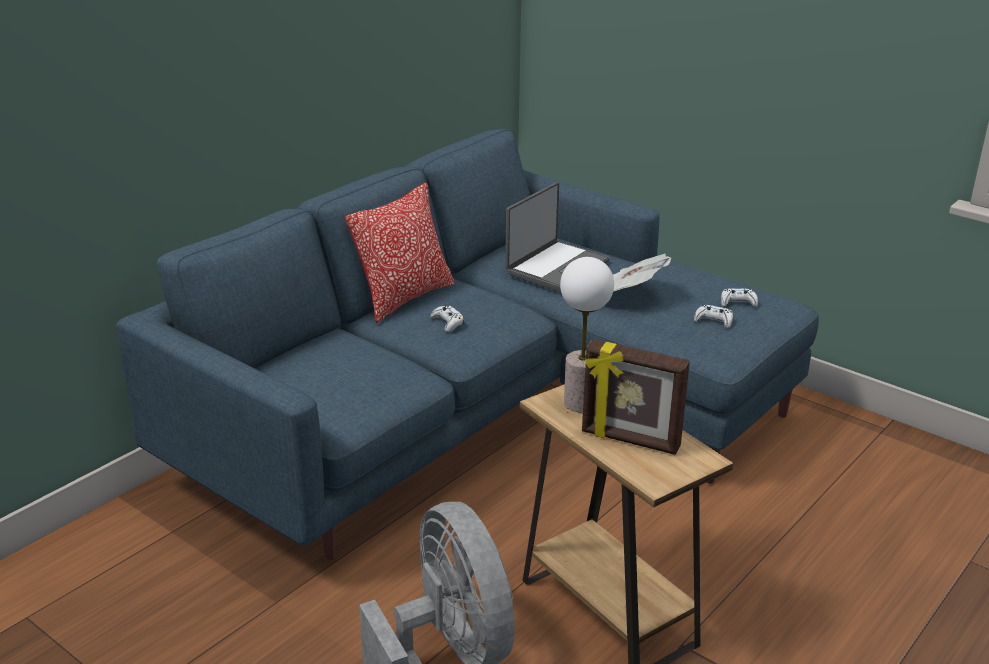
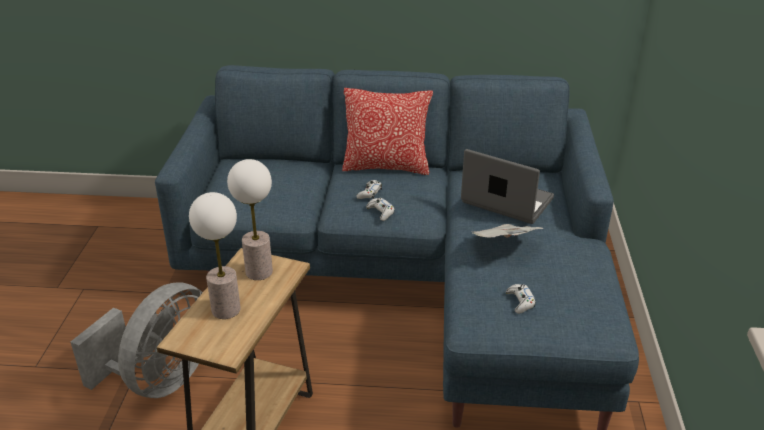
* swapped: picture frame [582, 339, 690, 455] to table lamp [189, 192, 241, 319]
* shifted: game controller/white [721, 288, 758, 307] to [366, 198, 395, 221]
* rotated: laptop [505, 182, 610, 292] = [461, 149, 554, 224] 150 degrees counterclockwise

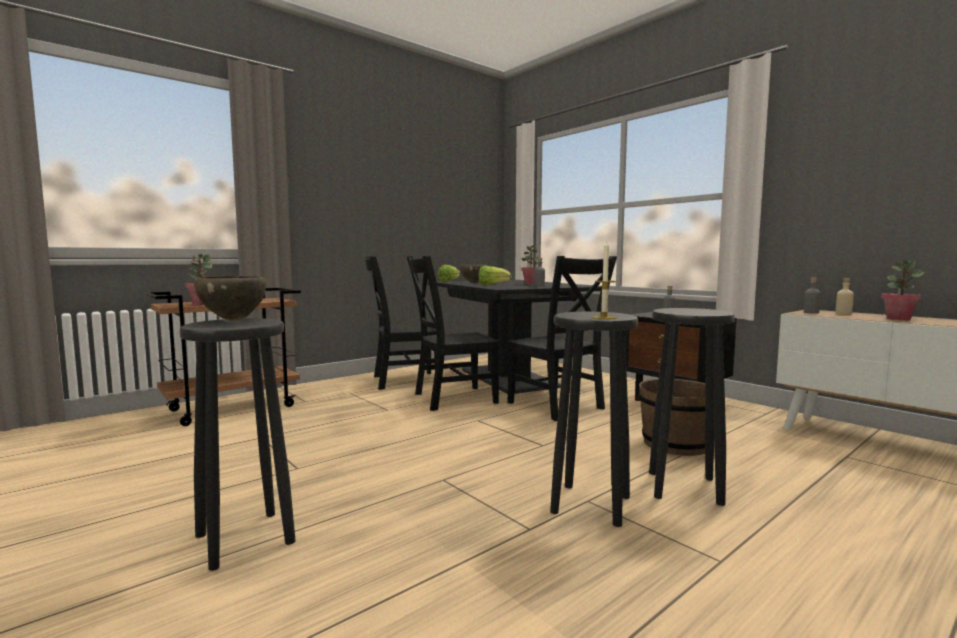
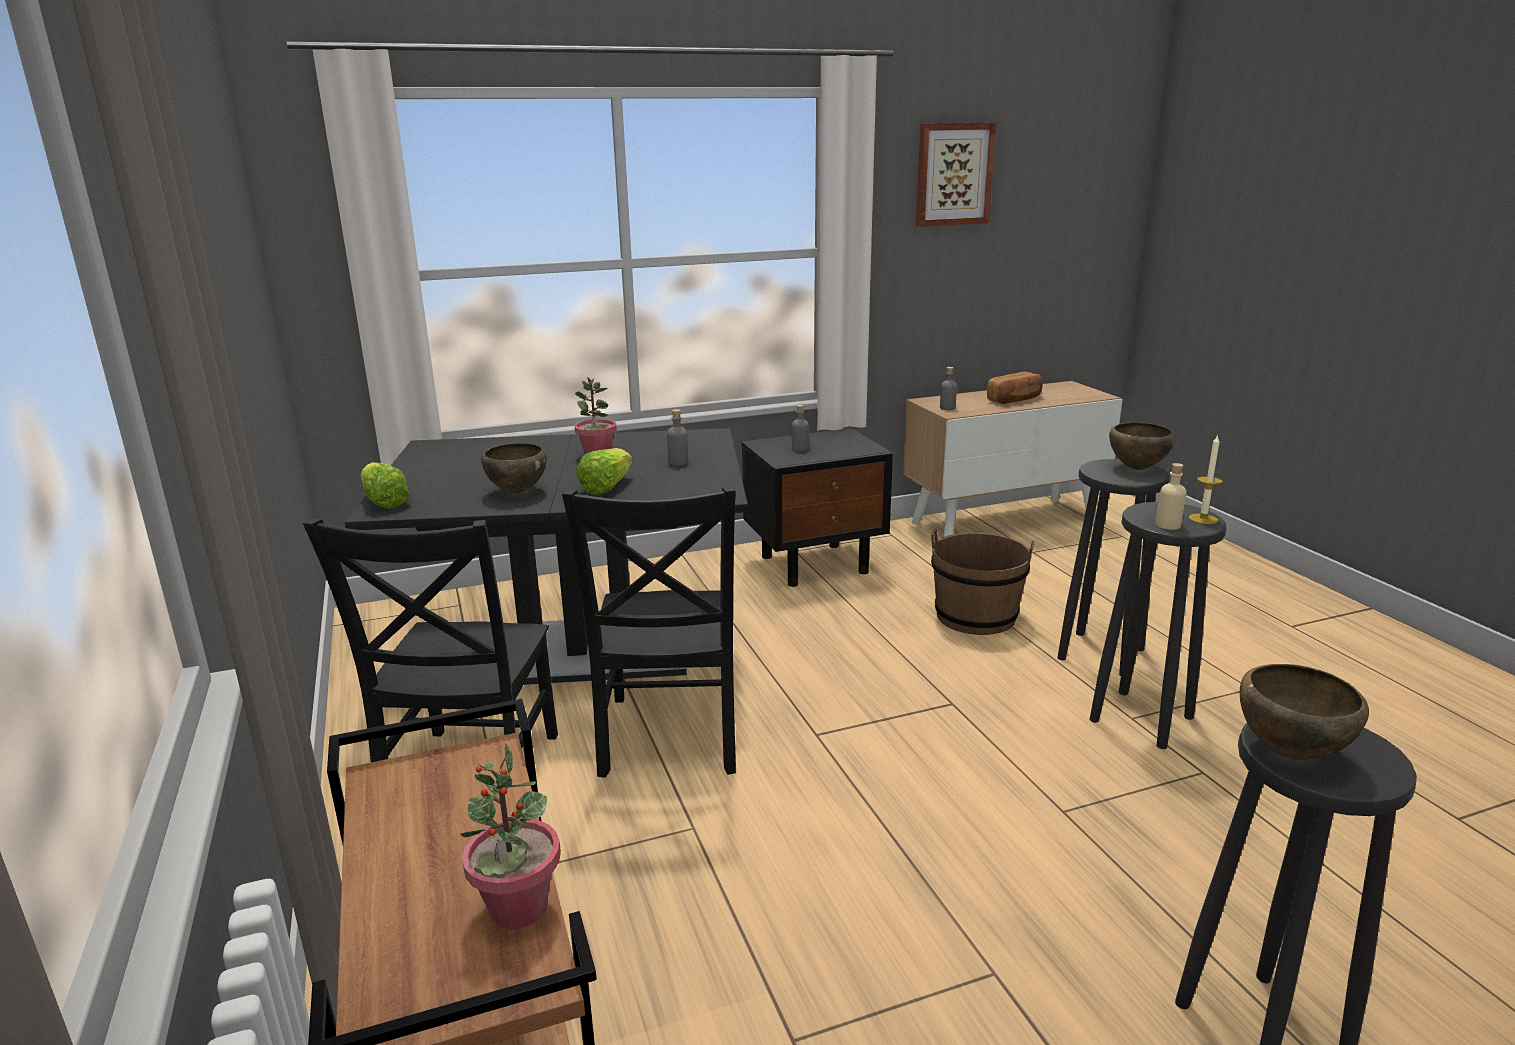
* new: picture [916, 122, 996, 227]
* swapped: potted plant [881, 260, 924, 320] to bread [987, 372, 1043, 404]
* new: bowl/brown [1109, 422, 1175, 470]
* shifted: bottle/beige [835, 278, 854, 315] to [1155, 463, 1187, 530]
* gone: chair/black [507, 256, 617, 421]

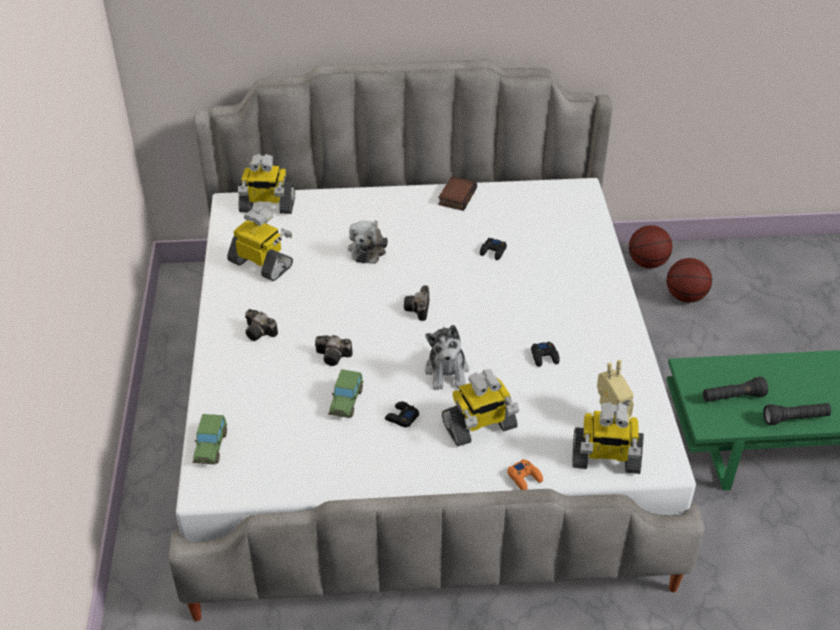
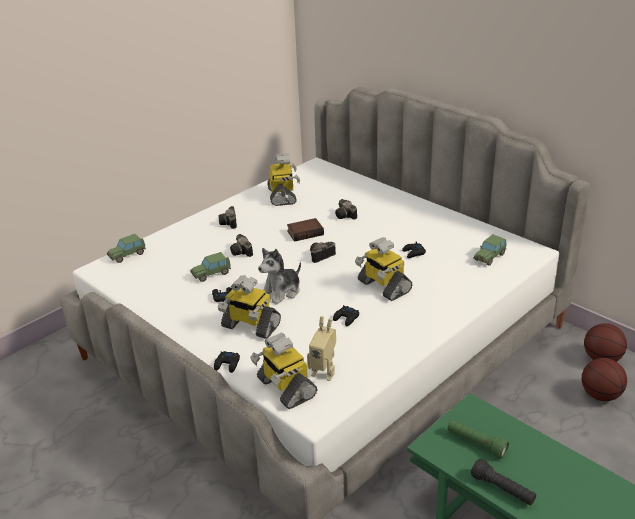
* repainted: game controller/orange [507, 459, 543, 490] to game controller/black [214, 351, 240, 373]
* shifted: book [438, 176, 477, 211] to [287, 218, 324, 242]
* swapped: plush toy [348, 220, 388, 264] to photo camera [335, 199, 357, 220]
* shifted: toy robot [238, 154, 295, 214] to [355, 237, 412, 301]
* repainted: flashlight/black [703, 377, 768, 402] to flashlight/green [447, 419, 509, 458]
* new: toy car [473, 234, 507, 266]

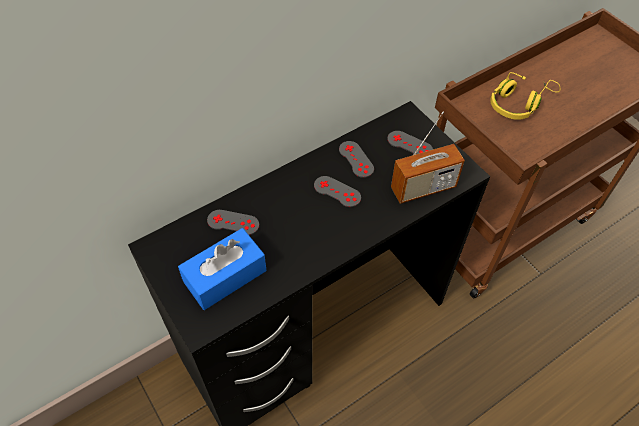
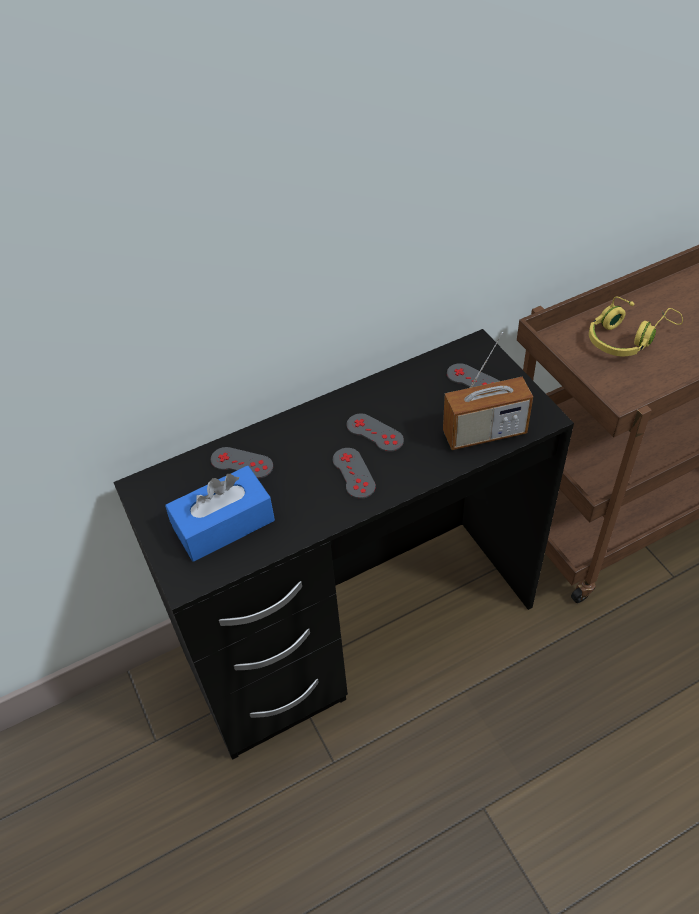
* shifted: game controller/grey [339, 141, 374, 178] to [333, 448, 376, 499]

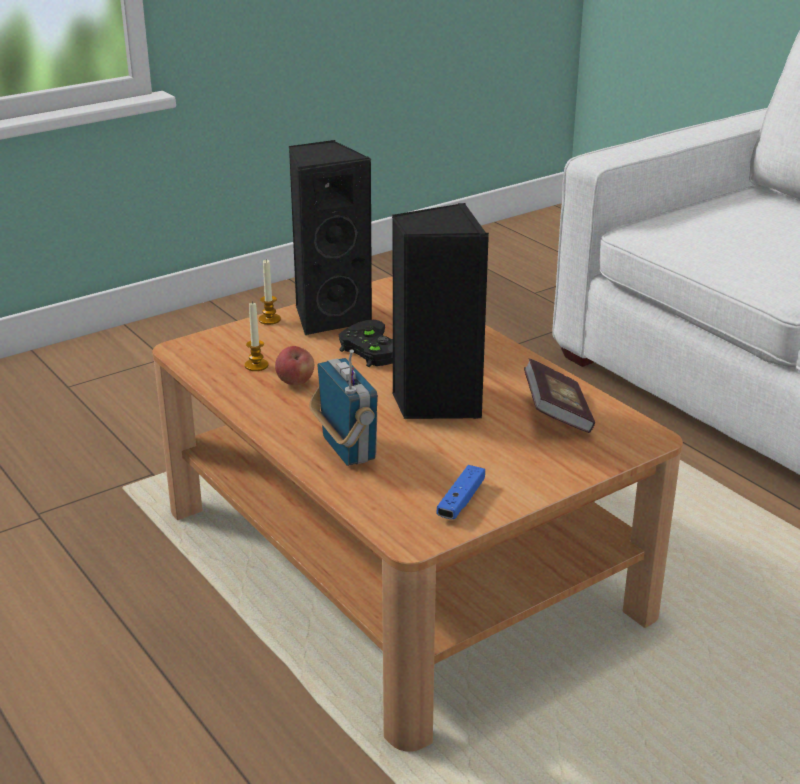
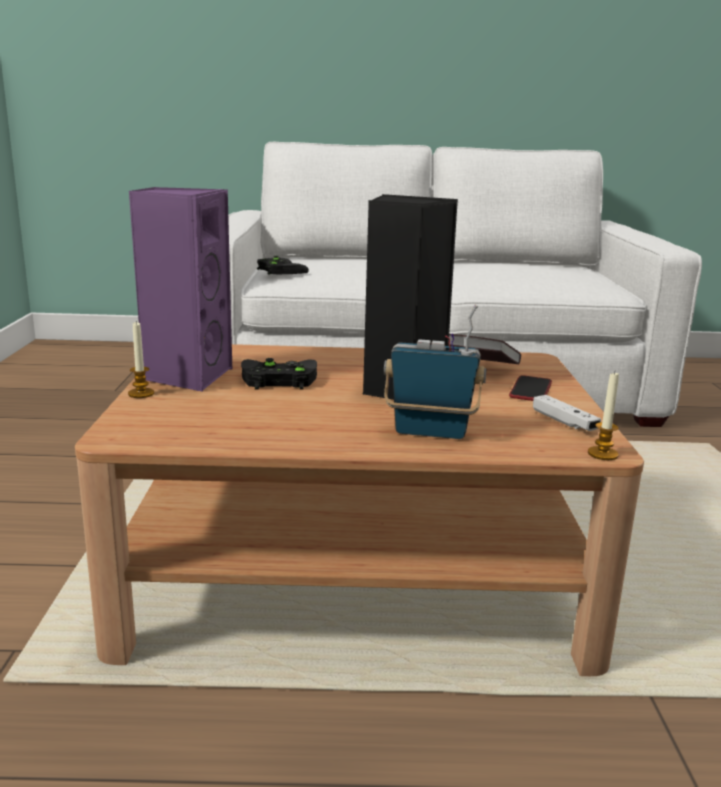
* repainted: speaker/black [289, 140, 372, 335] to speaker/purple [129, 187, 233, 392]
* new: game controller/black [257, 256, 309, 275]
* new: phone [509, 375, 552, 401]
* repainted: game controller/blue [436, 465, 485, 519] to game controller/white [533, 395, 601, 431]
* shifted: candle [245, 301, 269, 371] to [588, 372, 619, 460]
* gone: apple [275, 346, 314, 385]

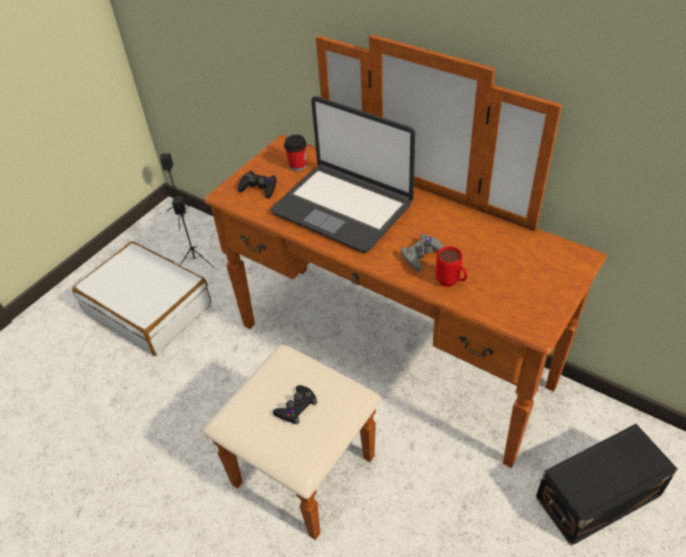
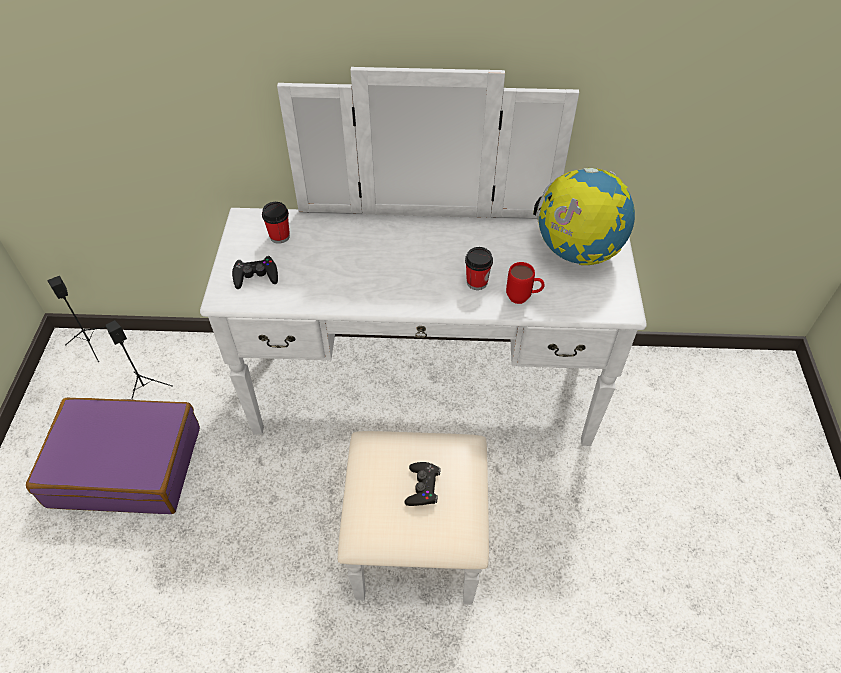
* repainted: suitcase/white [72, 241, 211, 356] to suitcase/purple [26, 398, 200, 514]
* repainted: dresser/brown [203, 35, 607, 540] to dresser/white [200, 67, 646, 605]
* swapped: game controller/grey [401, 234, 444, 272] to cup [465, 247, 493, 290]
* new: globe [533, 168, 635, 265]
* gone: laptop [271, 96, 416, 253]
* gone: storage box/black [536, 424, 678, 546]

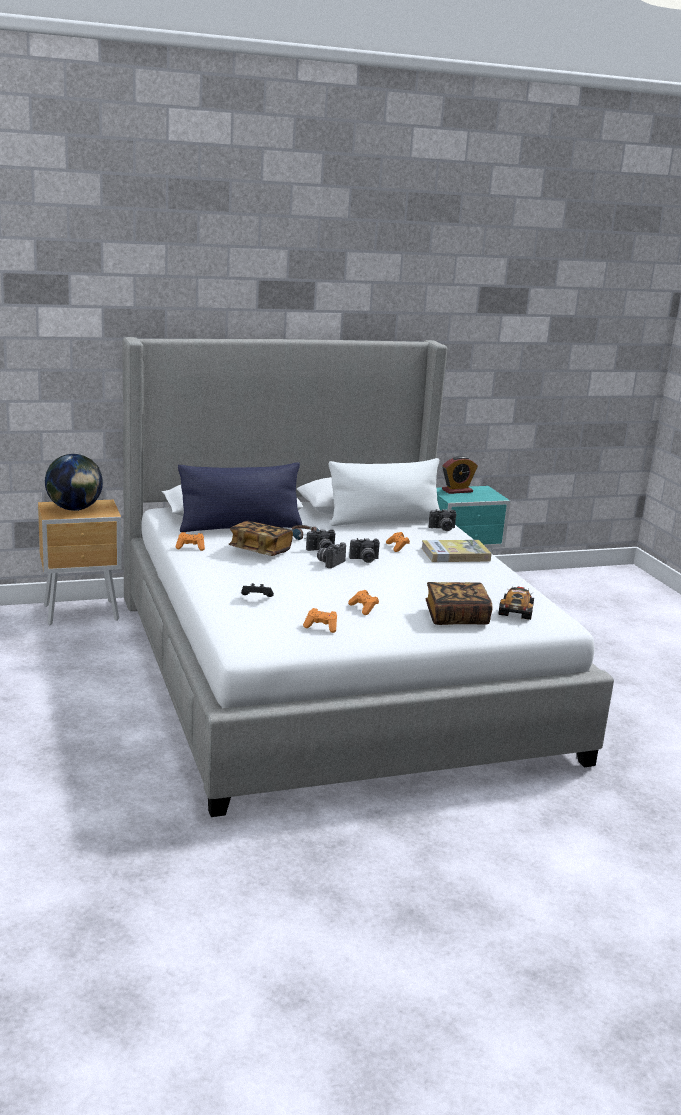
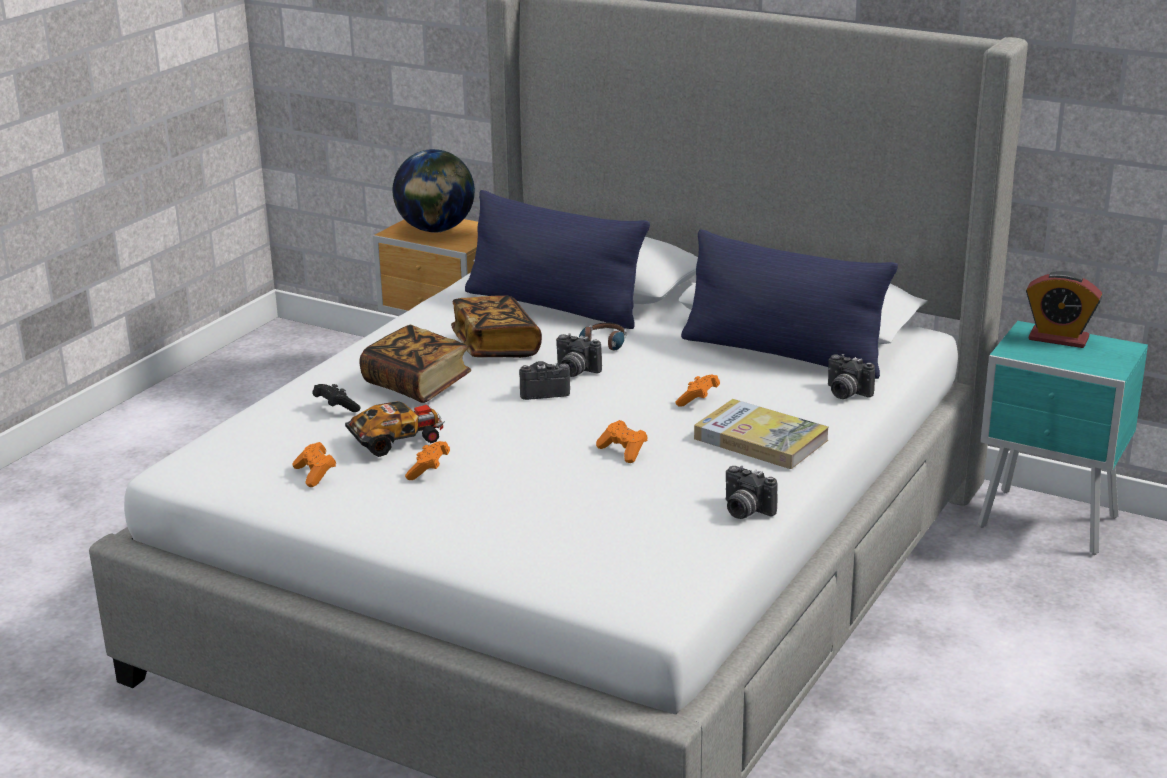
* shifted: toy car [499, 586, 534, 620] to [345, 401, 445, 457]
* shifted: book [426, 582, 493, 625] to [359, 325, 471, 403]
* shifted: game controller/orange [176, 532, 205, 551] to [596, 420, 648, 463]
* repainted: pillow/white [329, 458, 440, 526] to pillow/blue [681, 229, 898, 379]
* shifted: photo camera [349, 538, 380, 563] to [726, 466, 778, 519]

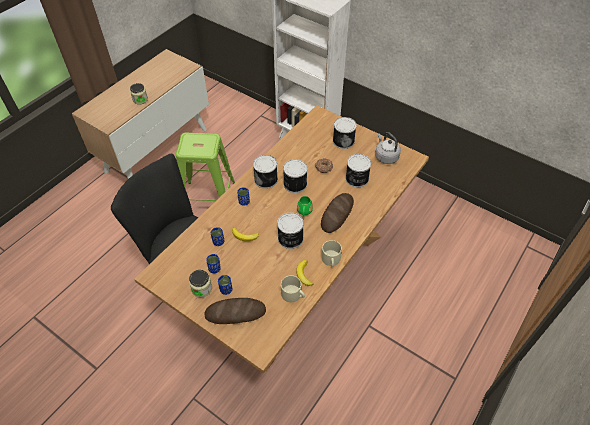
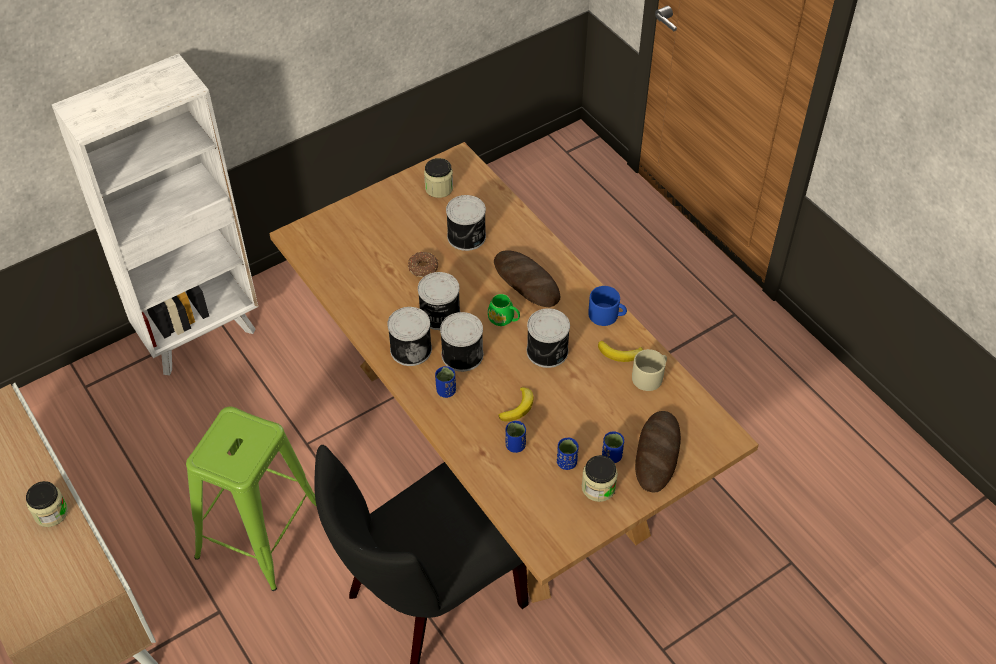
* swapped: kettle/grey [375, 132, 401, 164] to jar [424, 158, 453, 198]
* shifted: can [333, 117, 357, 149] to [440, 312, 483, 372]
* repainted: mug/beige [322, 240, 342, 267] to mug/blue [588, 286, 627, 326]

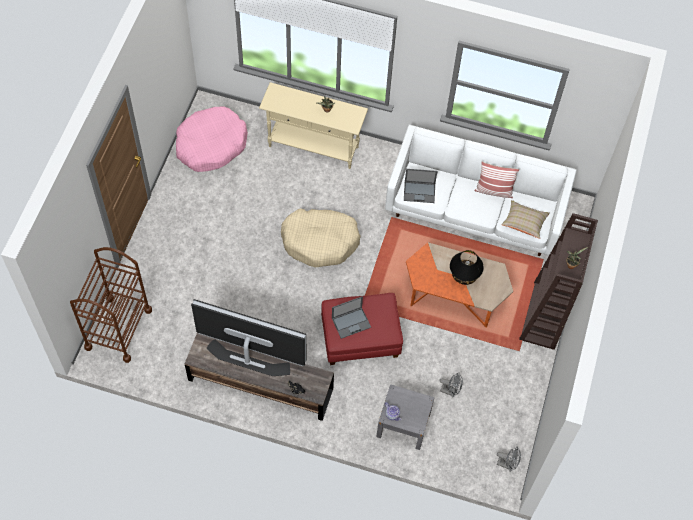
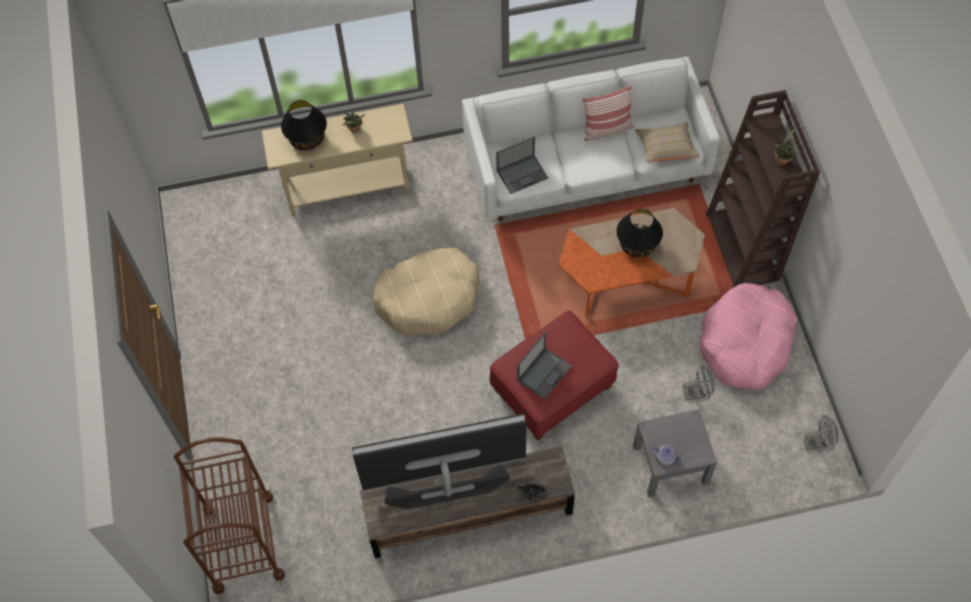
* new: table lamp/black [281, 100, 327, 151]
* shifted: dog bed/pink [176, 107, 248, 172] to [700, 283, 797, 390]

